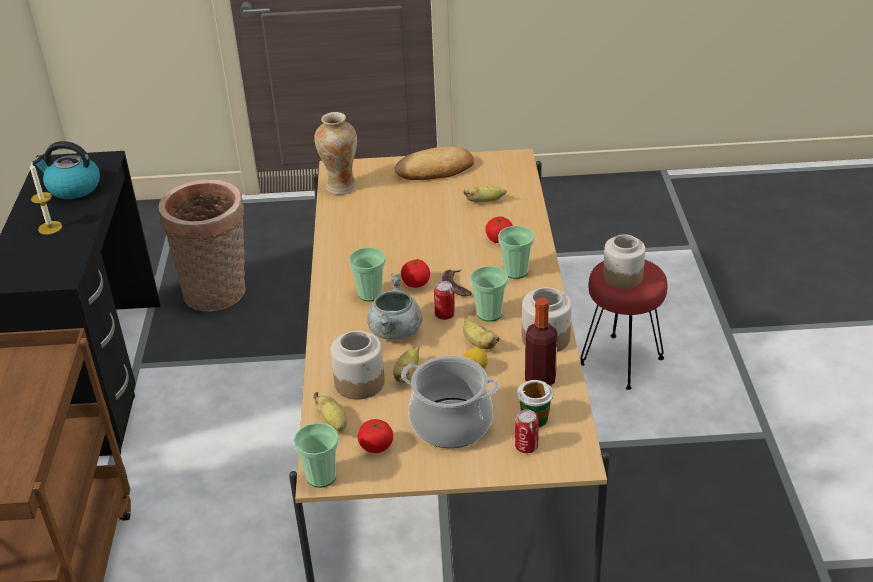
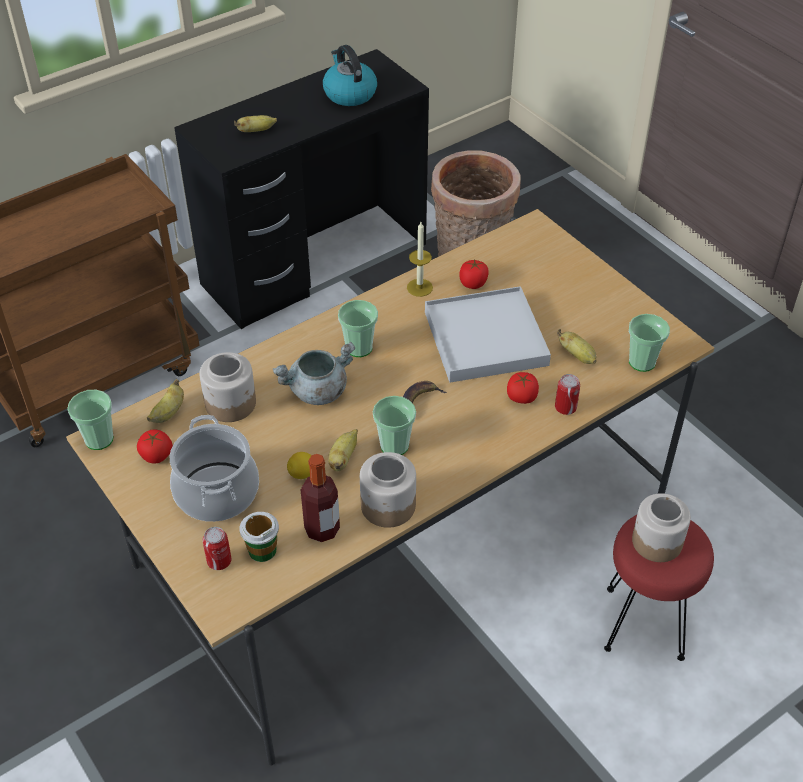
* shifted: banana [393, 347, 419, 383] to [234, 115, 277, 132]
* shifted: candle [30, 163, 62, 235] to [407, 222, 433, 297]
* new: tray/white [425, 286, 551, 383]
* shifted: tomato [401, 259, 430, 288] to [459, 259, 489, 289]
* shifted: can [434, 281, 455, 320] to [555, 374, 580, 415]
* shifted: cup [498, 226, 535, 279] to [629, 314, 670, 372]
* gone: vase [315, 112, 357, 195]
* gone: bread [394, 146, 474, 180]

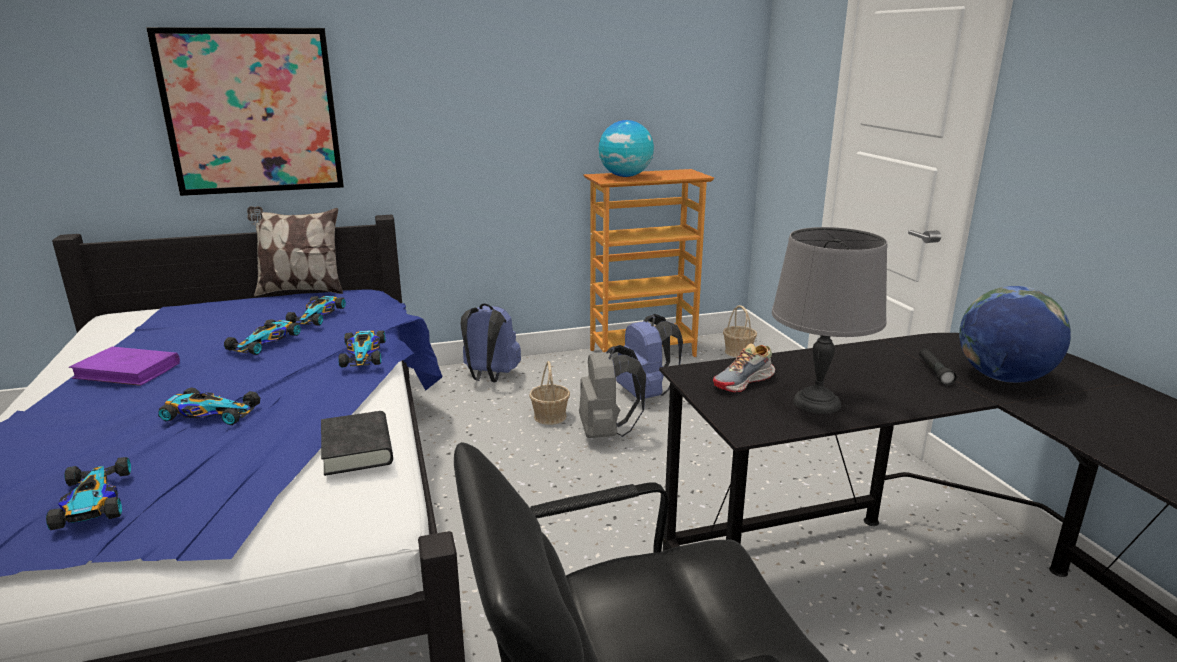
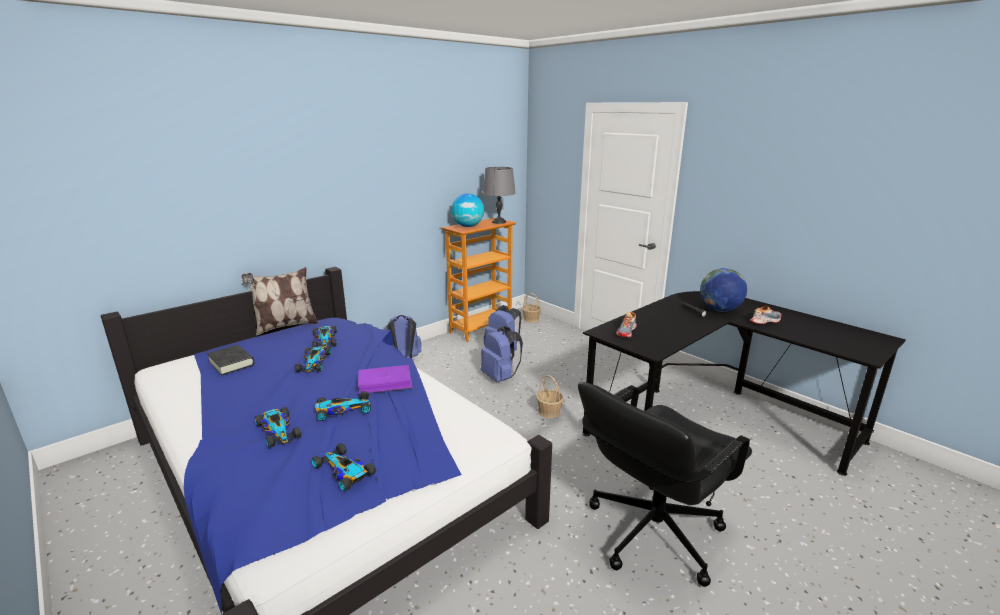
* shifted: book/black [321, 411, 393, 476] to [207, 345, 255, 376]
* shifted: toy car [338, 330, 386, 368] to [255, 407, 301, 448]
* shifted: book/purple [69, 347, 180, 386] to [358, 365, 413, 394]
* repainted: backpack/grey [579, 345, 646, 438] to backpack/blue [481, 326, 523, 382]
* shifted: table lamp/grey [772, 227, 888, 414] to [482, 167, 516, 224]
* shifted: basket [529, 361, 570, 425] to [536, 375, 564, 418]
* new: shoe [750, 305, 782, 324]
* gone: picture [146, 27, 344, 196]

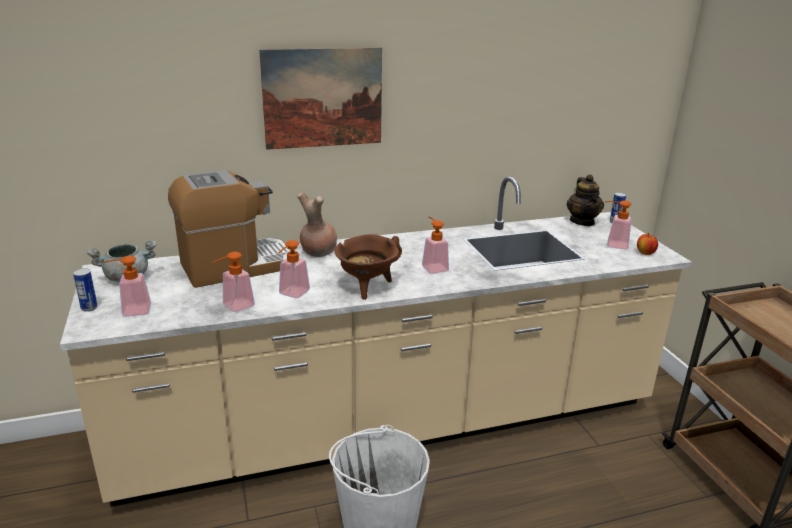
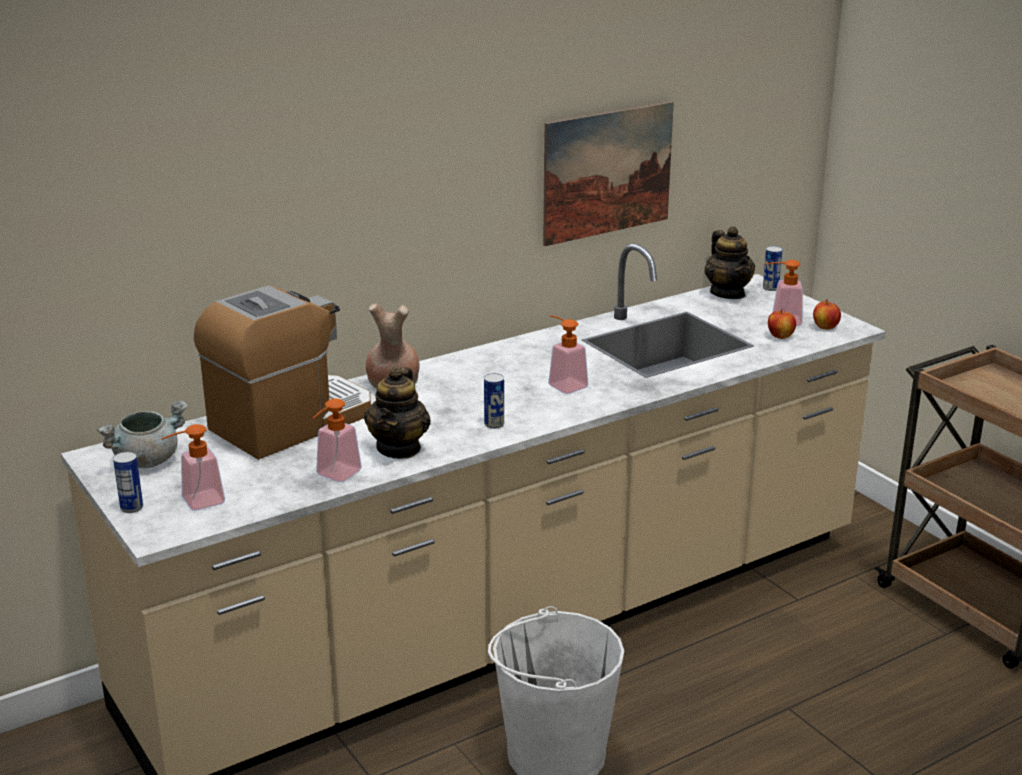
* swapped: soap dispenser [278, 240, 310, 298] to teapot [364, 367, 431, 459]
* swapped: cooking pot/brown [334, 234, 402, 300] to can [484, 373, 504, 429]
* shifted: picture [259, 47, 382, 150] to [543, 101, 674, 246]
* new: apple [768, 308, 796, 339]

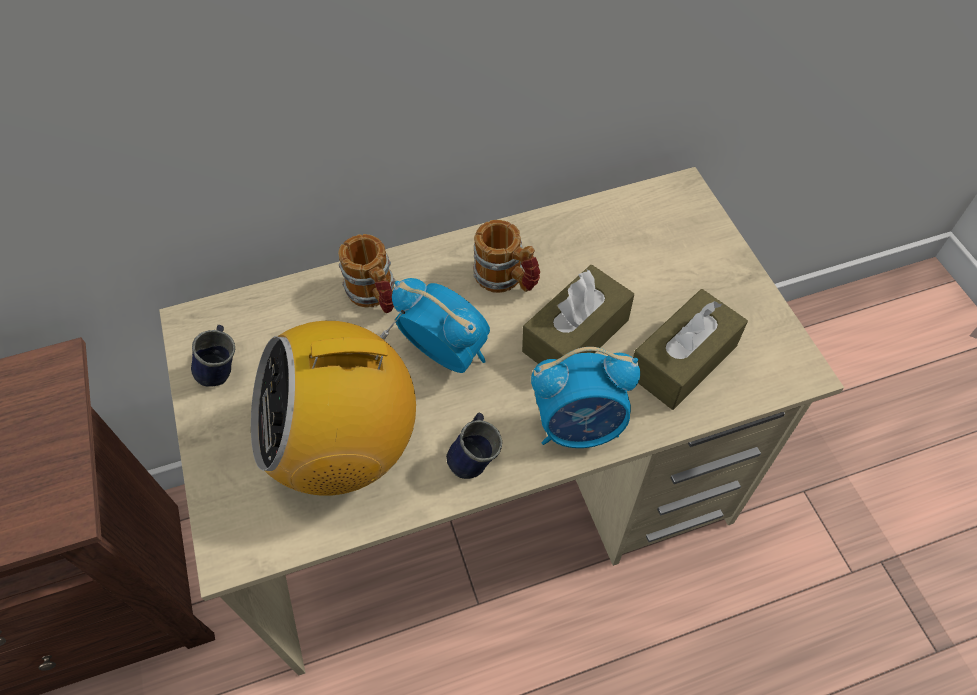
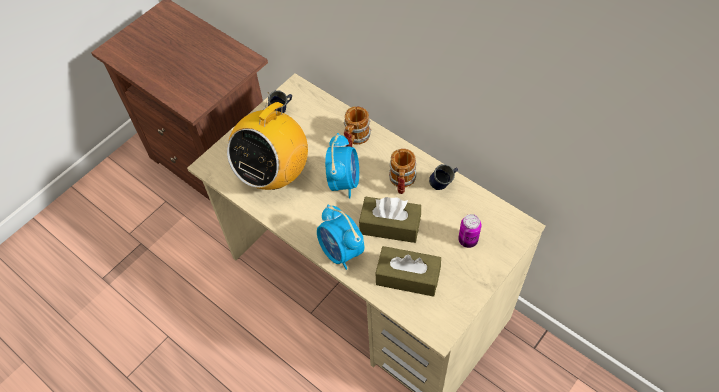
* rotated: radio [251, 310, 416, 496] = [227, 93, 308, 190] 105 degrees counterclockwise
* shifted: mug/blue [446, 413, 502, 479] to [429, 164, 458, 190]
* new: can [458, 214, 482, 248]

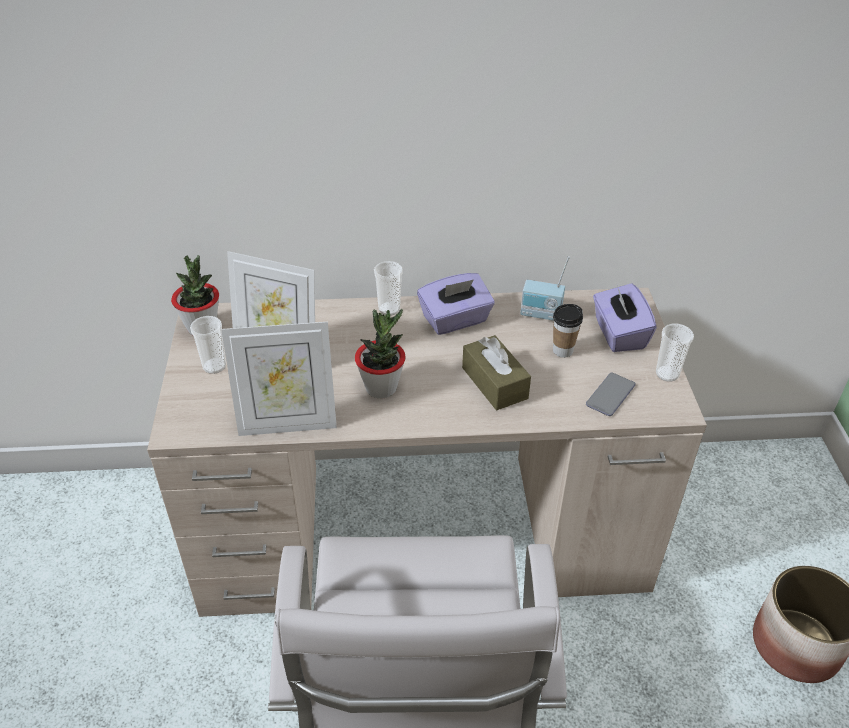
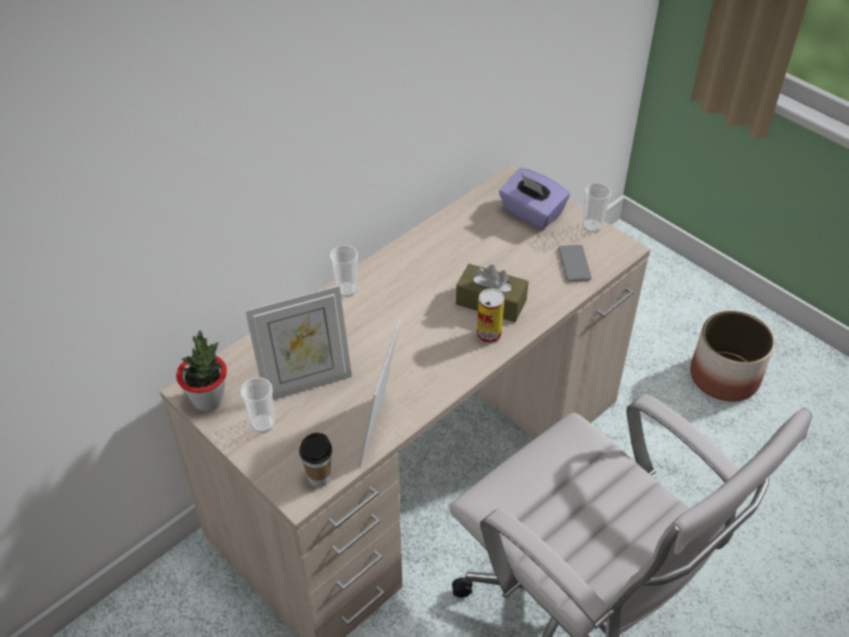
* shifted: cup [553, 304, 583, 358] to [299, 433, 332, 487]
* rotated: picture frame [221, 322, 337, 436] = [359, 319, 401, 467] 150 degrees clockwise
* new: can [477, 288, 504, 344]
* gone: potted plant [355, 309, 406, 399]
* gone: tissue box/purple [417, 273, 495, 335]
* gone: radio [520, 256, 570, 321]

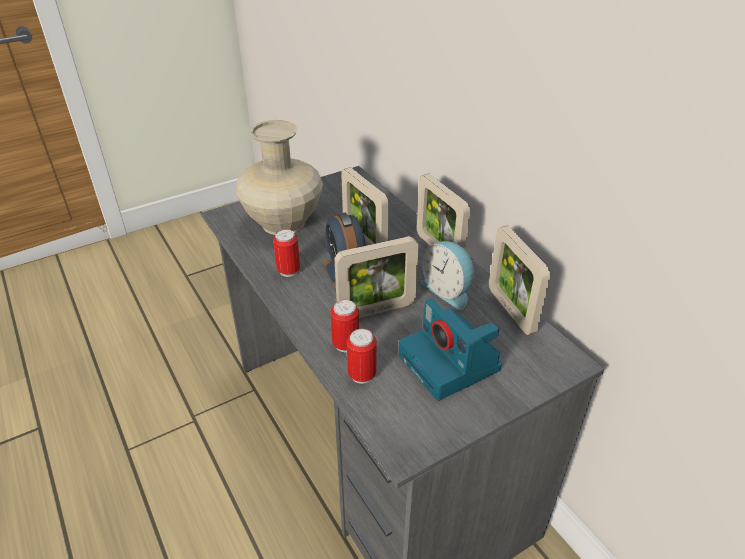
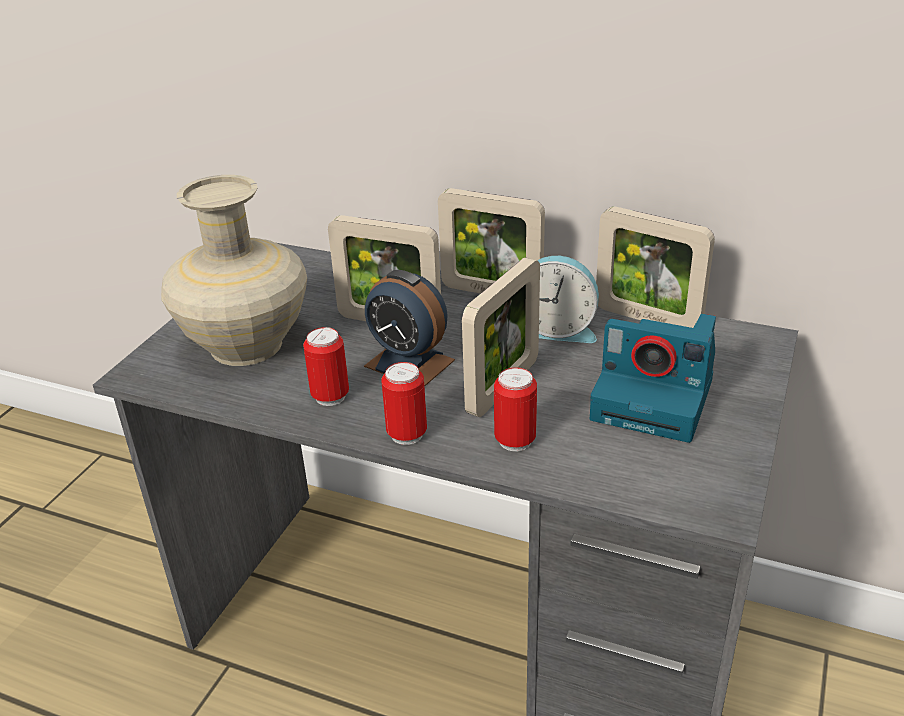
* shifted: can [347, 329, 377, 384] to [381, 362, 427, 445]

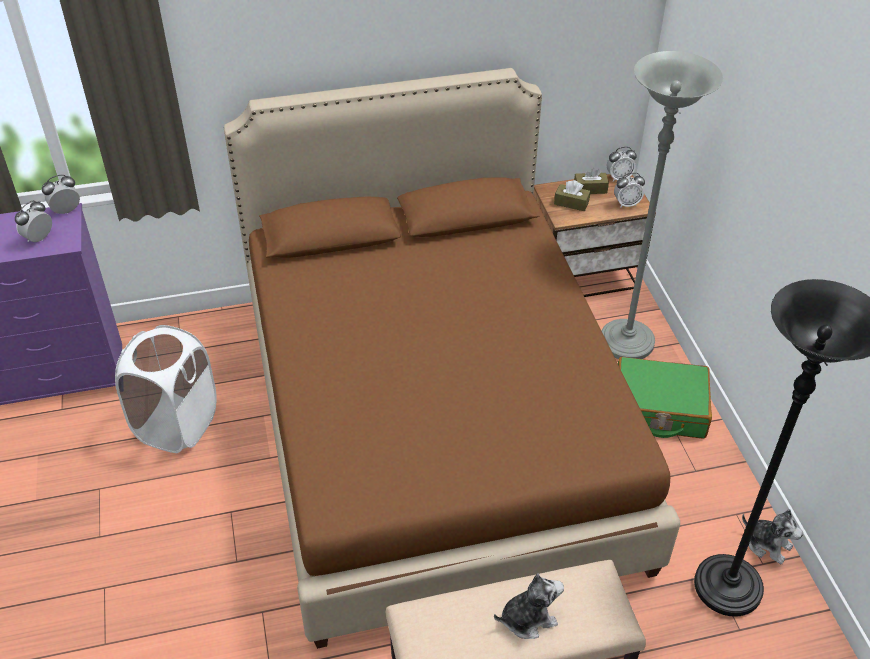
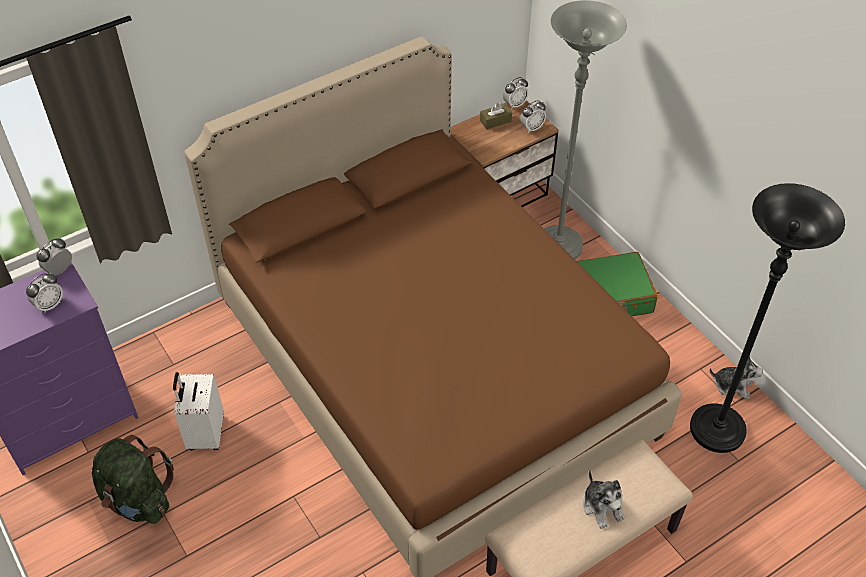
* rotated: alarm clock [15, 201, 52, 242] = [26, 273, 63, 313] 150 degrees counterclockwise
* new: backpack/green [92, 435, 174, 524]
* swapped: laundry basket/white [115, 325, 217, 453] to suitcase/white [173, 372, 224, 450]
* rotated: plush toy [494, 573, 564, 639] = [583, 470, 625, 529] 105 degrees clockwise
* gone: tissue box/brown [554, 180, 591, 211]

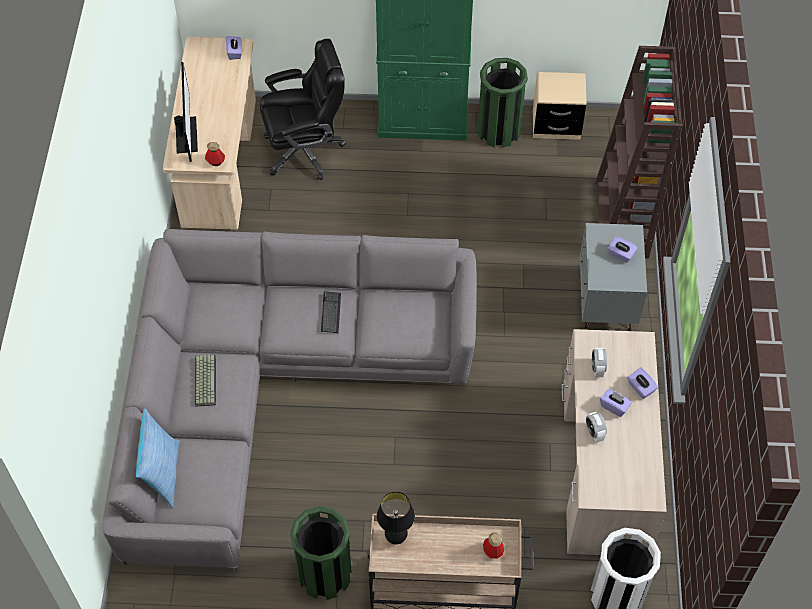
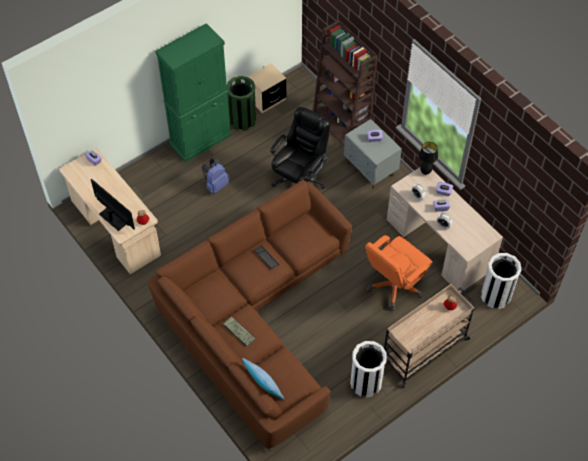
* repainted: sofa/grey [102, 229, 477, 572] to sofa/brown [148, 179, 352, 451]
* new: backpack/blue [202, 158, 229, 194]
* shifted: office chair/black [260, 39, 346, 180] to [270, 107, 330, 189]
* repainted: trash can/green [290, 506, 352, 600] to trash can/white [350, 341, 387, 397]
* new: office chair/orange [365, 235, 432, 311]
* shifted: table lamp/black [377, 492, 415, 544] to [419, 142, 438, 175]

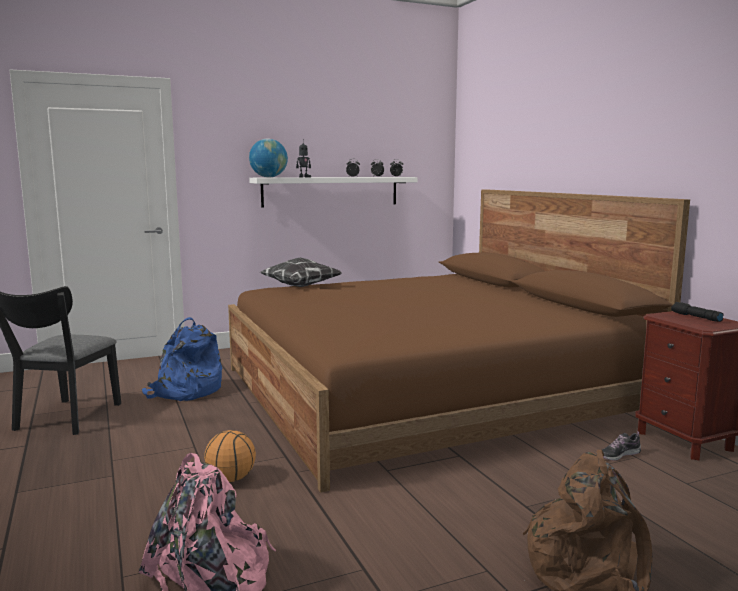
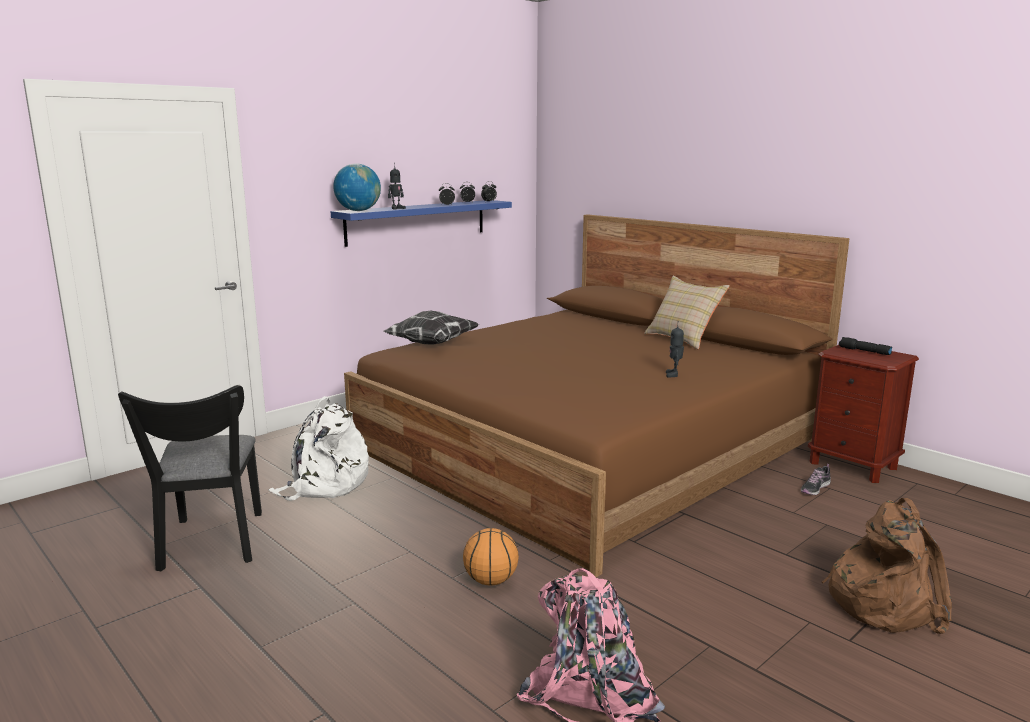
* repainted: backpack/blue [142, 317, 222, 401] to backpack/white [269, 396, 369, 501]
* repainted: shelf/white [249, 177, 418, 207] to shelf/blue [331, 200, 512, 247]
* new: pillow/beige [644, 276, 730, 349]
* new: toy robot [666, 326, 684, 378]

